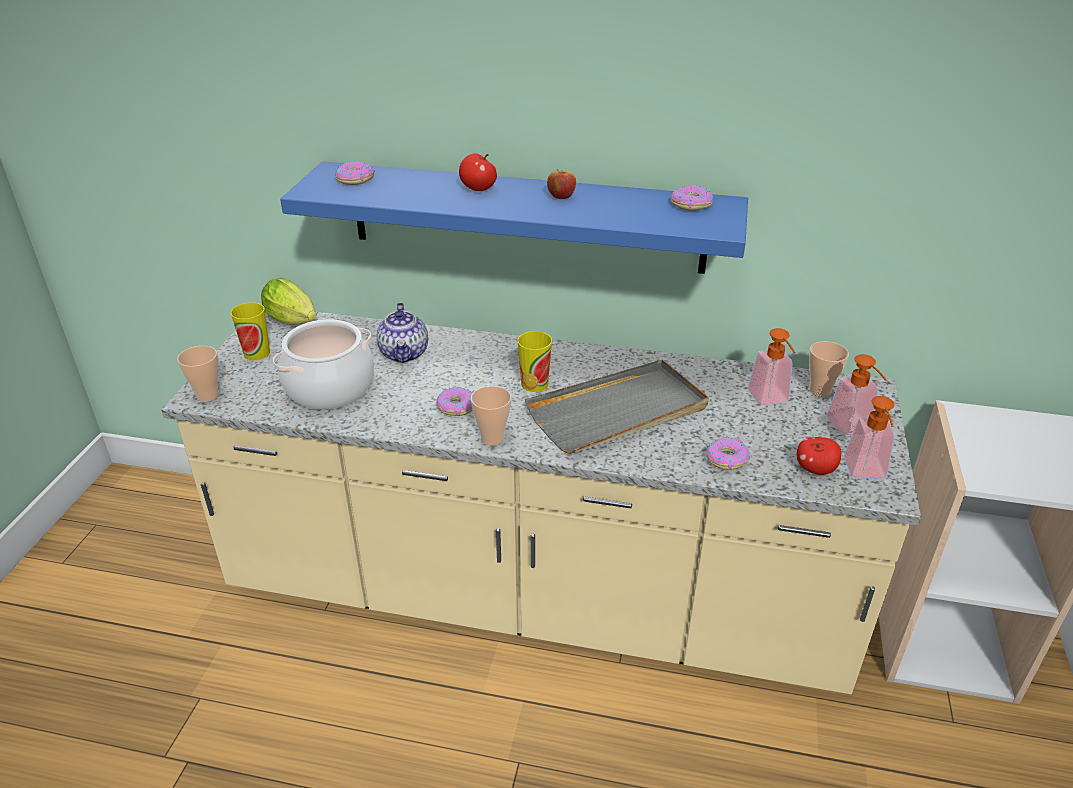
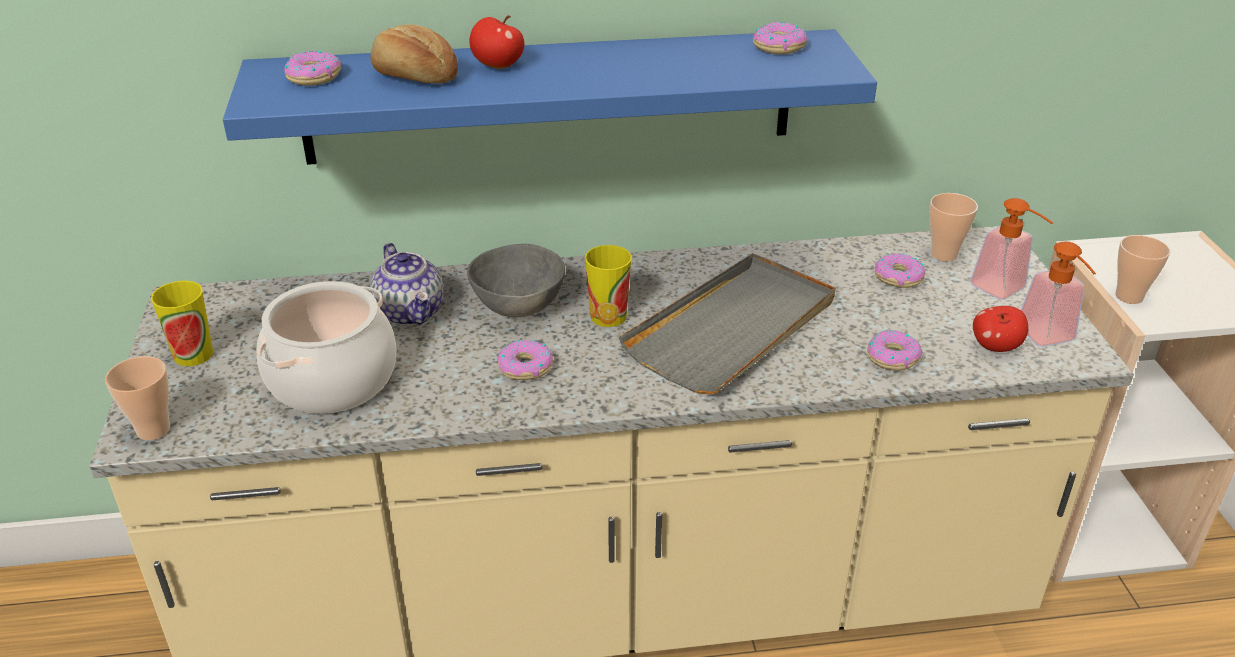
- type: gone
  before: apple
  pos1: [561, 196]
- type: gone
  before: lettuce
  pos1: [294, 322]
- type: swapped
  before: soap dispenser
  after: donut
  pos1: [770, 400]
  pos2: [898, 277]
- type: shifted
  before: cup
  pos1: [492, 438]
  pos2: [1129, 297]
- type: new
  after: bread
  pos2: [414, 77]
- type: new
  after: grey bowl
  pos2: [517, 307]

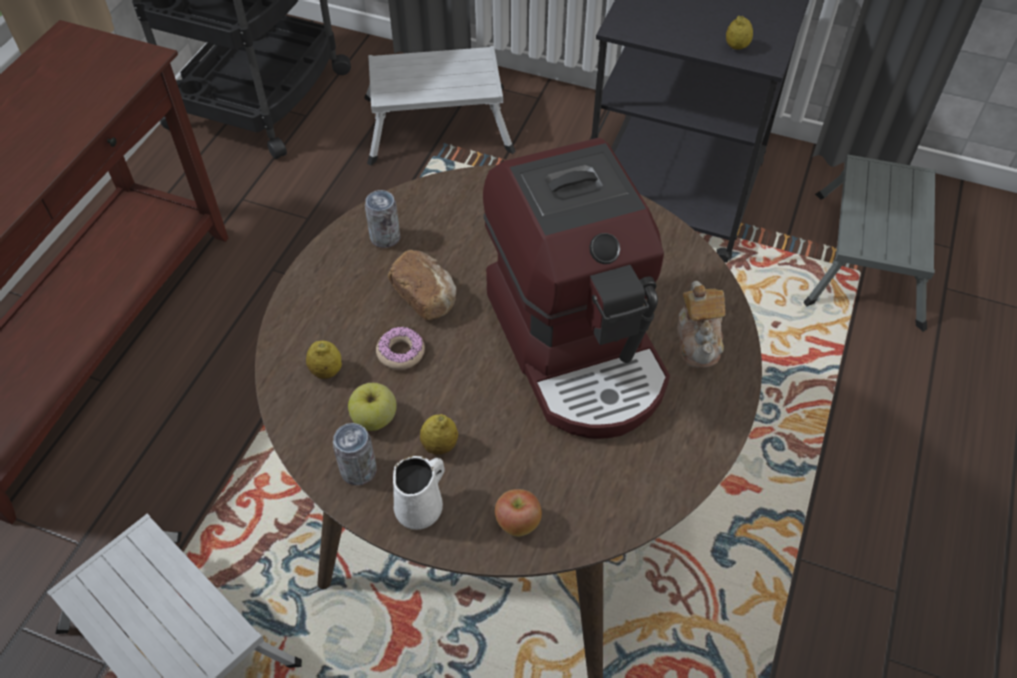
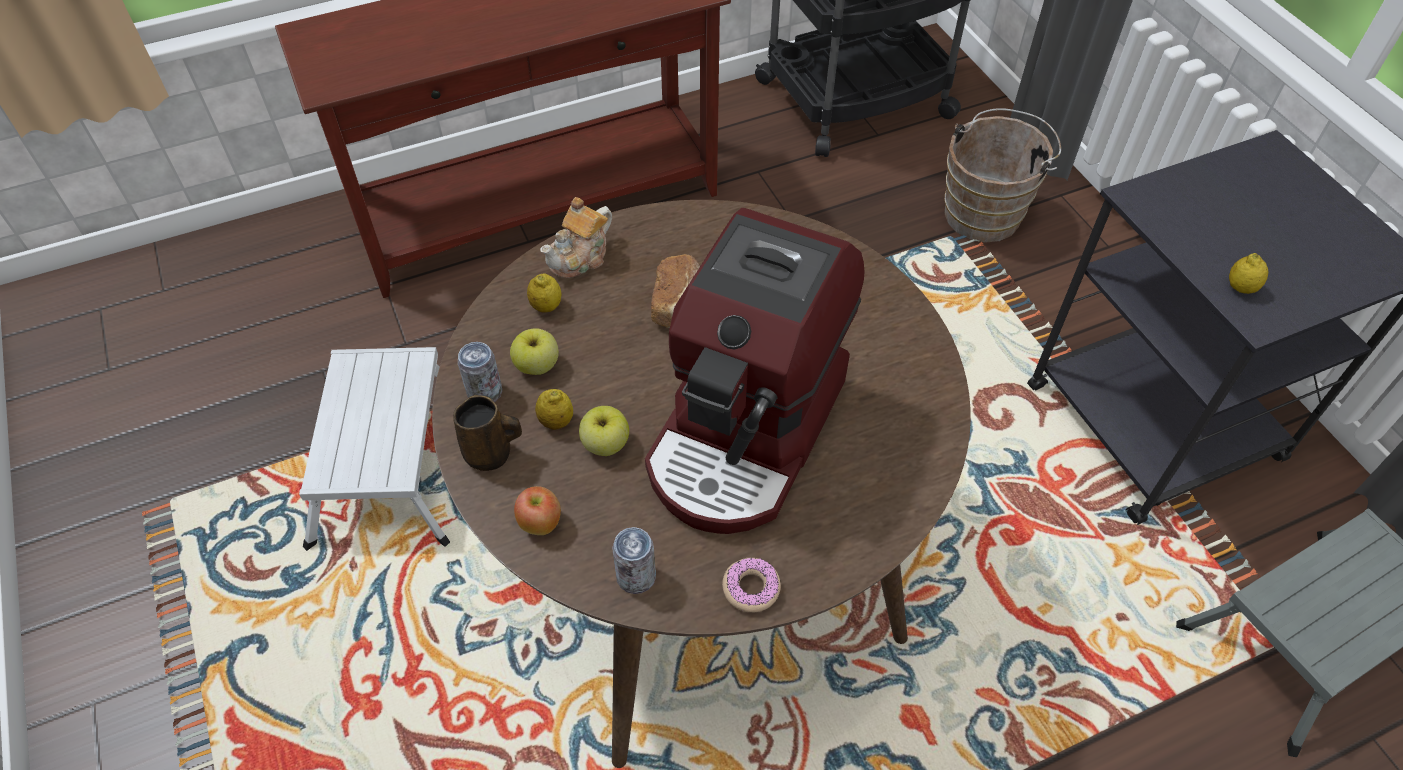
- type: swapped
  before: white step ladder
  after: brown bucket
  pos1: [439, 124]
  pos2: [986, 212]
- type: shifted
  before: can
  pos1: [385, 238]
  pos2: [636, 577]
- type: shifted
  before: teapot
  pos1: [699, 340]
  pos2: [580, 258]
- type: shifted
  before: donut
  pos1: [401, 352]
  pos2: [751, 588]
- type: repainted
  before: white mug
  after: brown mug
  pos1: [421, 509]
  pos2: [491, 454]
- type: new
  after: apple
  pos2: [605, 444]

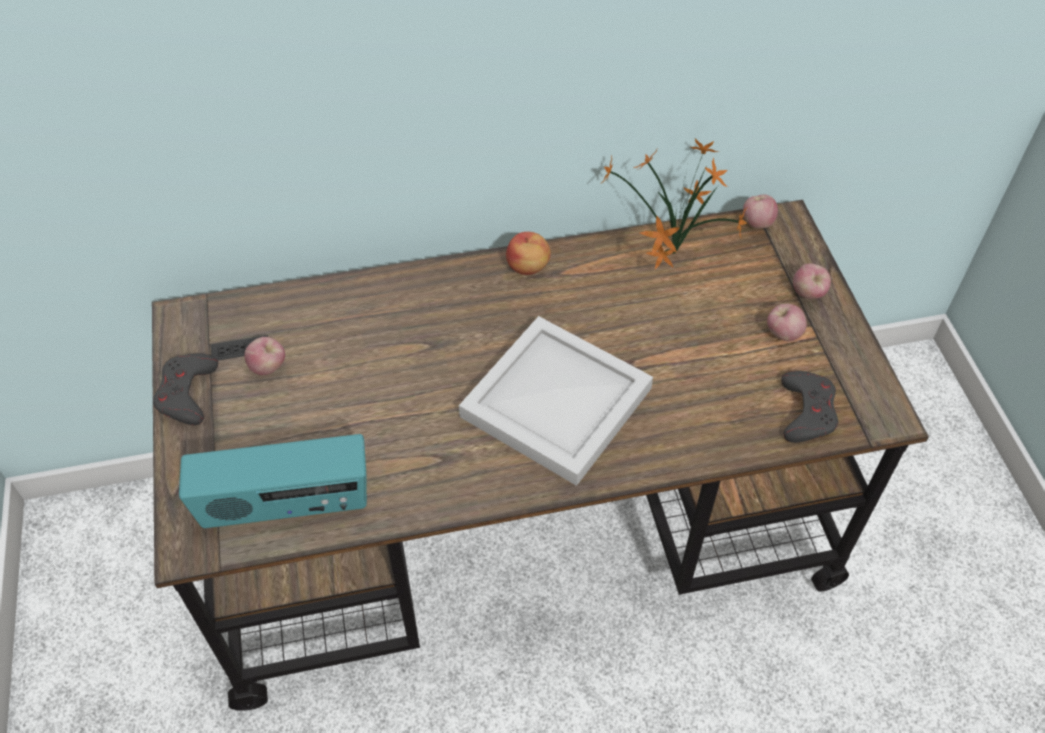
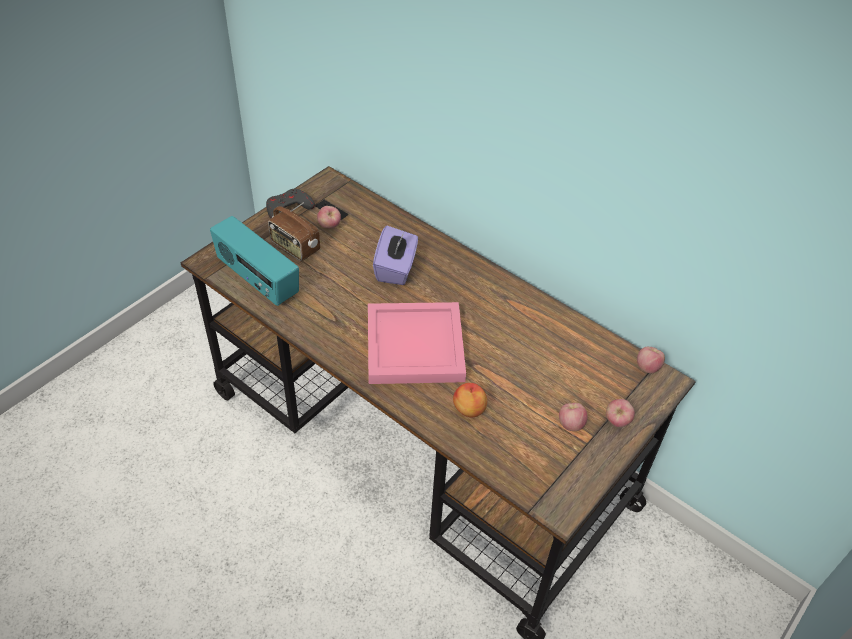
- type: gone
  before: potted plant
  pos1: [671, 256]
- type: shifted
  before: apple
  pos1: [528, 267]
  pos2: [468, 410]
- type: repainted
  before: white tray
  after: pink tray
  pos1: [555, 400]
  pos2: [416, 345]
- type: gone
  before: grey game controller
  pos1: [807, 411]
- type: new
  after: radio
  pos2: [294, 247]
- type: new
  after: purple tissue box
  pos2: [396, 268]

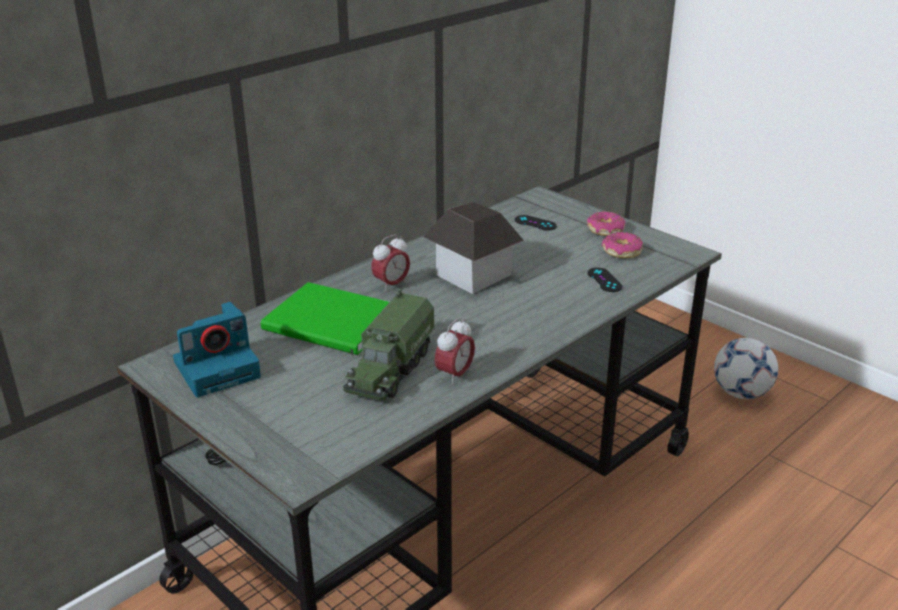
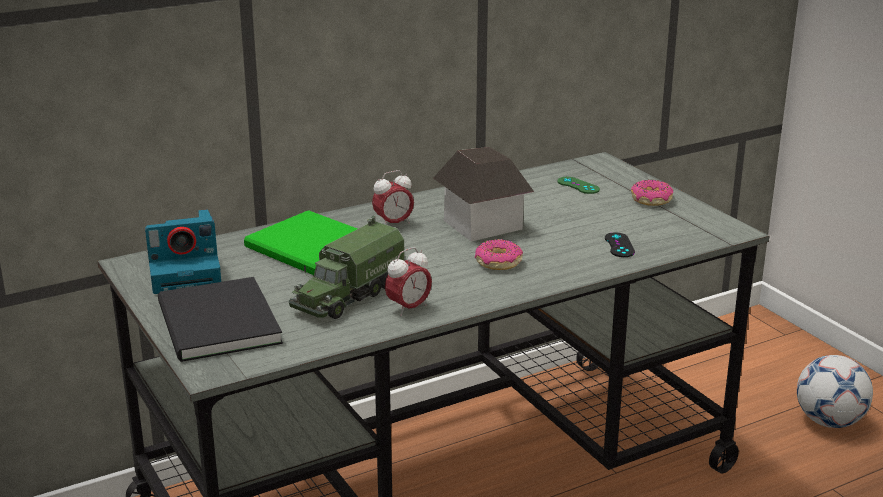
- type: repainted
  before: black game controller
  after: green game controller
  pos1: [535, 223]
  pos2: [578, 185]
- type: shifted
  before: donut
  pos1: [621, 252]
  pos2: [498, 262]
- type: new
  after: black book
  pos2: [216, 325]

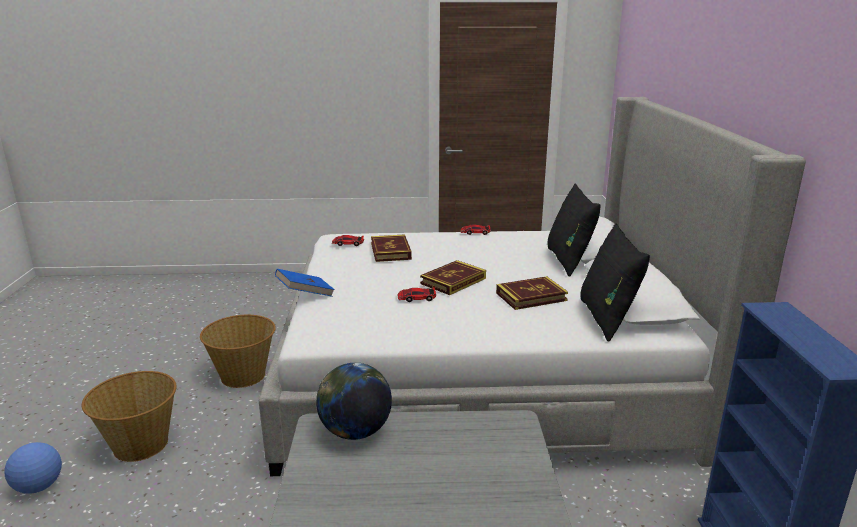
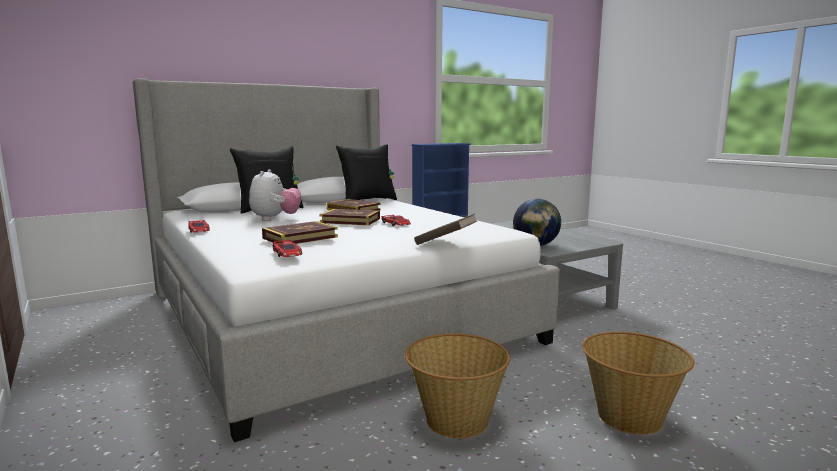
- type: repainted
  before: blue book
  after: brown book
  pos1: [305, 294]
  pos2: [445, 243]
- type: gone
  before: football
  pos1: [39, 486]
- type: new
  after: plush toy
  pos2: [275, 219]

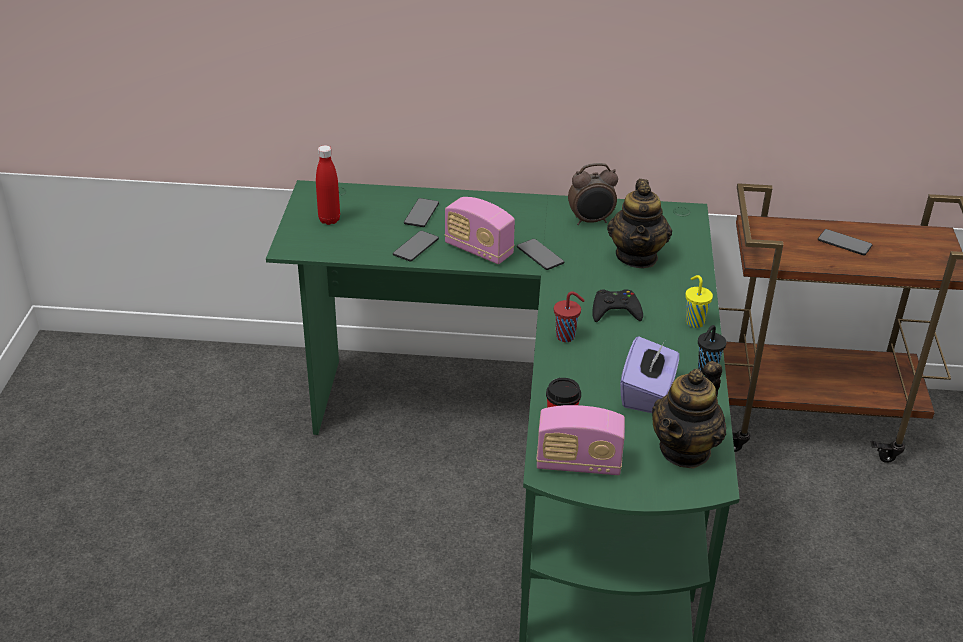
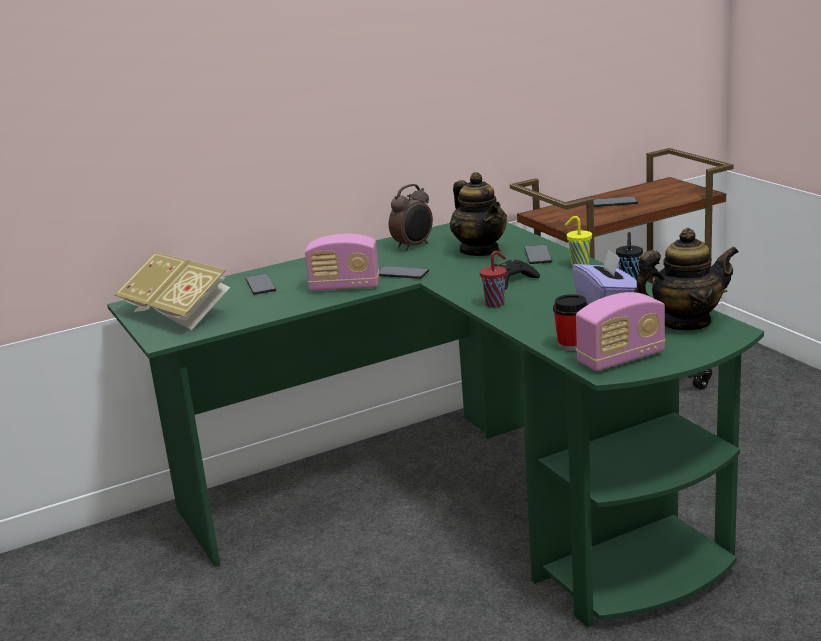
- type: swapped
  before: red bottle
  after: book
  pos1: [329, 220]
  pos2: [177, 314]
- type: shifted
  before: phone
  pos1: [416, 247]
  pos2: [538, 255]
- type: rotated
  before: teapot
  pos1: [685, 450]
  pos2: [685, 323]
  turn: -105

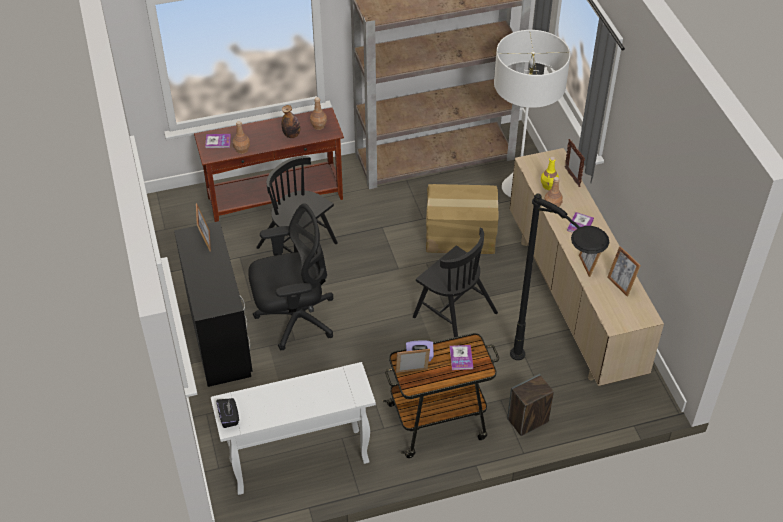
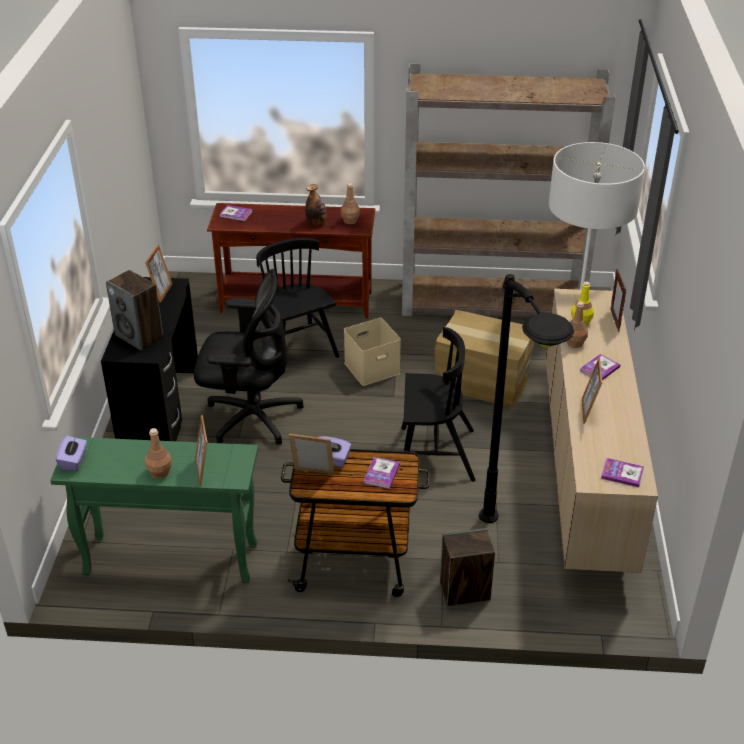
- type: shifted
  before: brown bottle
  pos1: [241, 150]
  pos2: [159, 472]
- type: rotated
  before: black chair
  pos1: [451, 312]
  pos2: [431, 453]
  turn: -60
- type: shifted
  before: picture frame
  pos1: [620, 285]
  pos2: [203, 471]
- type: repainted
  before: white console table
  after: green console table
  pos1: [298, 462]
  pos2: [169, 560]
- type: repainted
  before: black tissue box
  after: purple tissue box
  pos1: [229, 417]
  pos2: [74, 461]
- type: new
  after: speaker
  pos2: [139, 336]
- type: new
  after: beige storage box
  pos2: [371, 369]
- type: new
  after: book
  pos2: [622, 473]

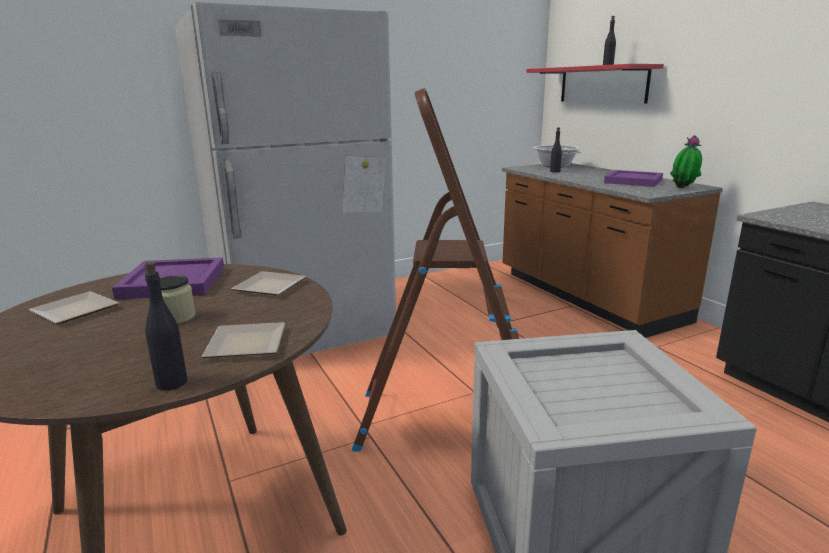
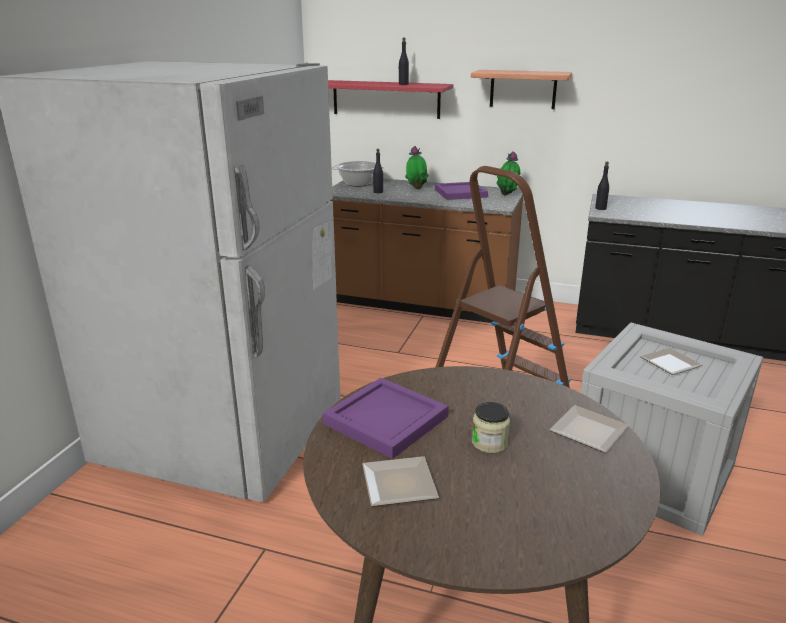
- type: shifted
  before: black bottle
  pos1: [172, 382]
  pos2: [600, 208]
- type: shifted
  before: plate
  pos1: [270, 288]
  pos2: [672, 364]
- type: new
  after: shelf
  pos2: [523, 89]
- type: new
  after: potted plant
  pos2: [416, 188]

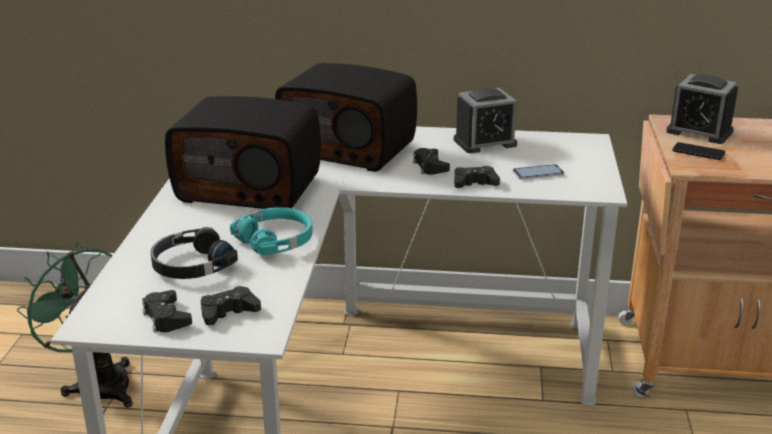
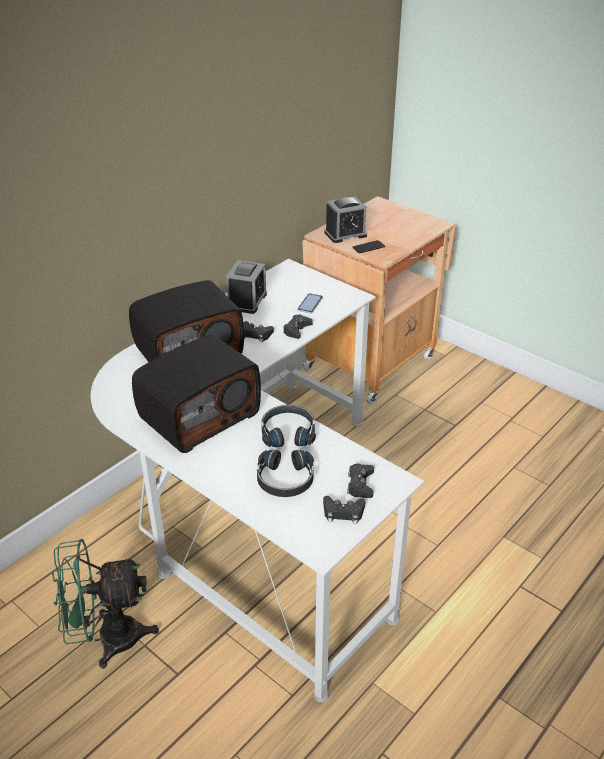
- type: repainted
  before: turquoise headphones
  after: black headphones
  pos1: [276, 240]
  pos2: [288, 432]

